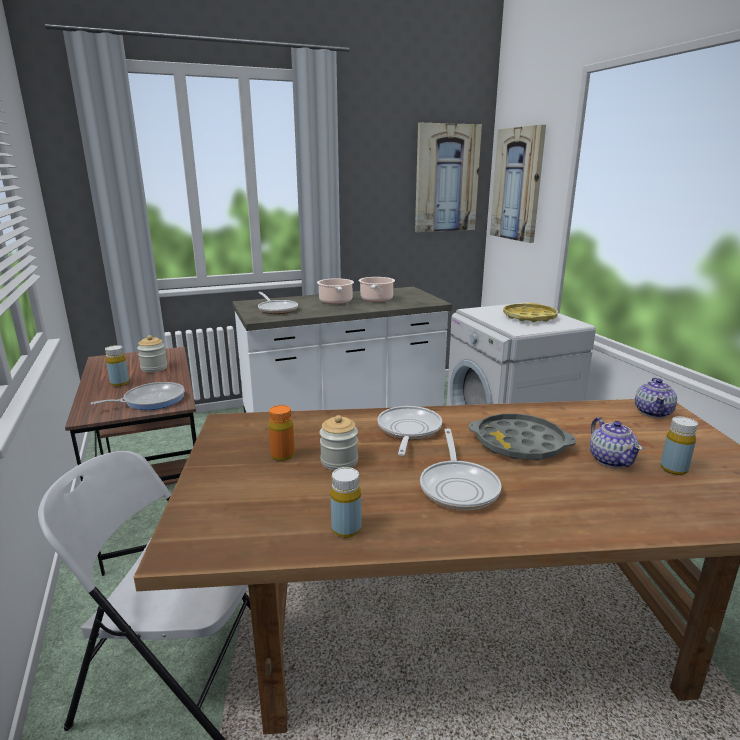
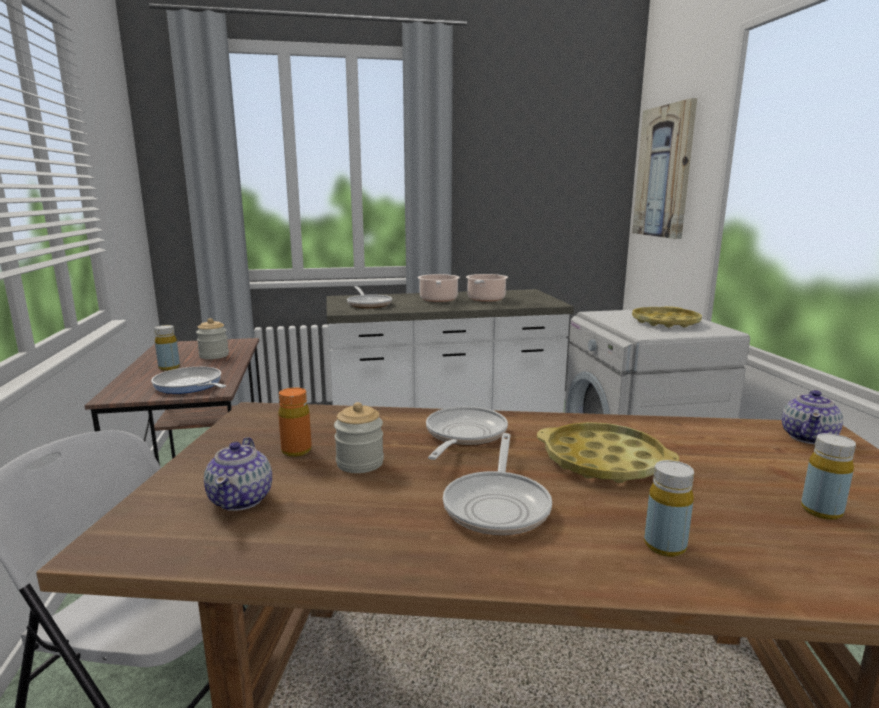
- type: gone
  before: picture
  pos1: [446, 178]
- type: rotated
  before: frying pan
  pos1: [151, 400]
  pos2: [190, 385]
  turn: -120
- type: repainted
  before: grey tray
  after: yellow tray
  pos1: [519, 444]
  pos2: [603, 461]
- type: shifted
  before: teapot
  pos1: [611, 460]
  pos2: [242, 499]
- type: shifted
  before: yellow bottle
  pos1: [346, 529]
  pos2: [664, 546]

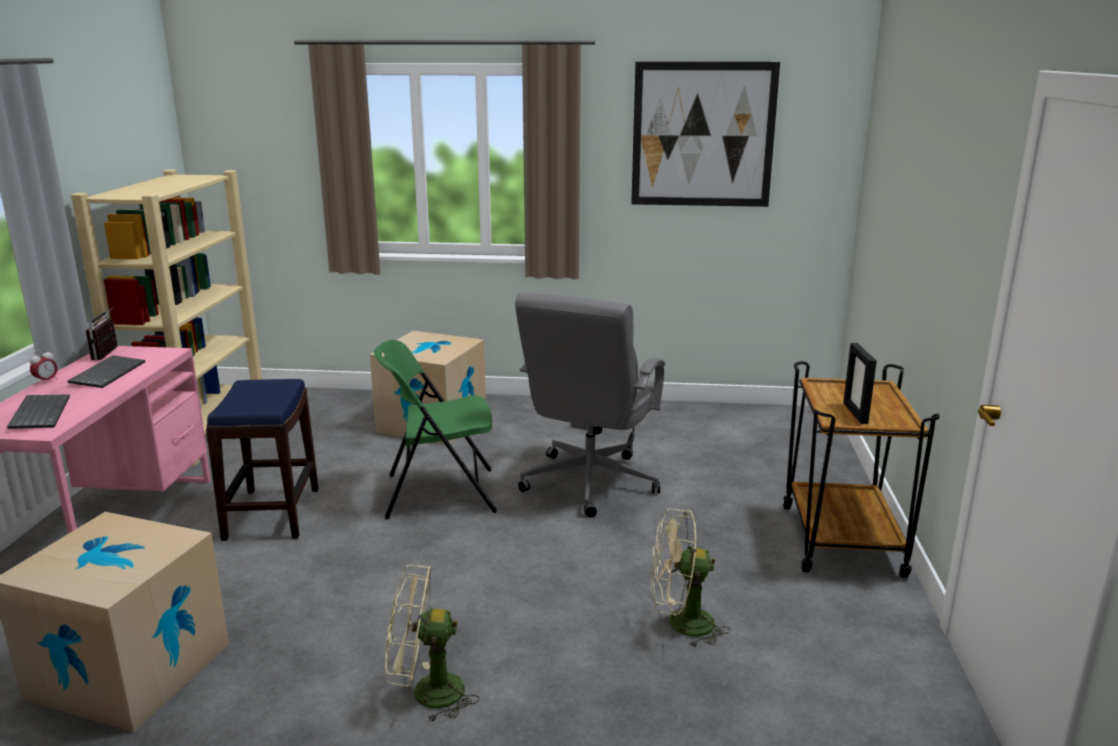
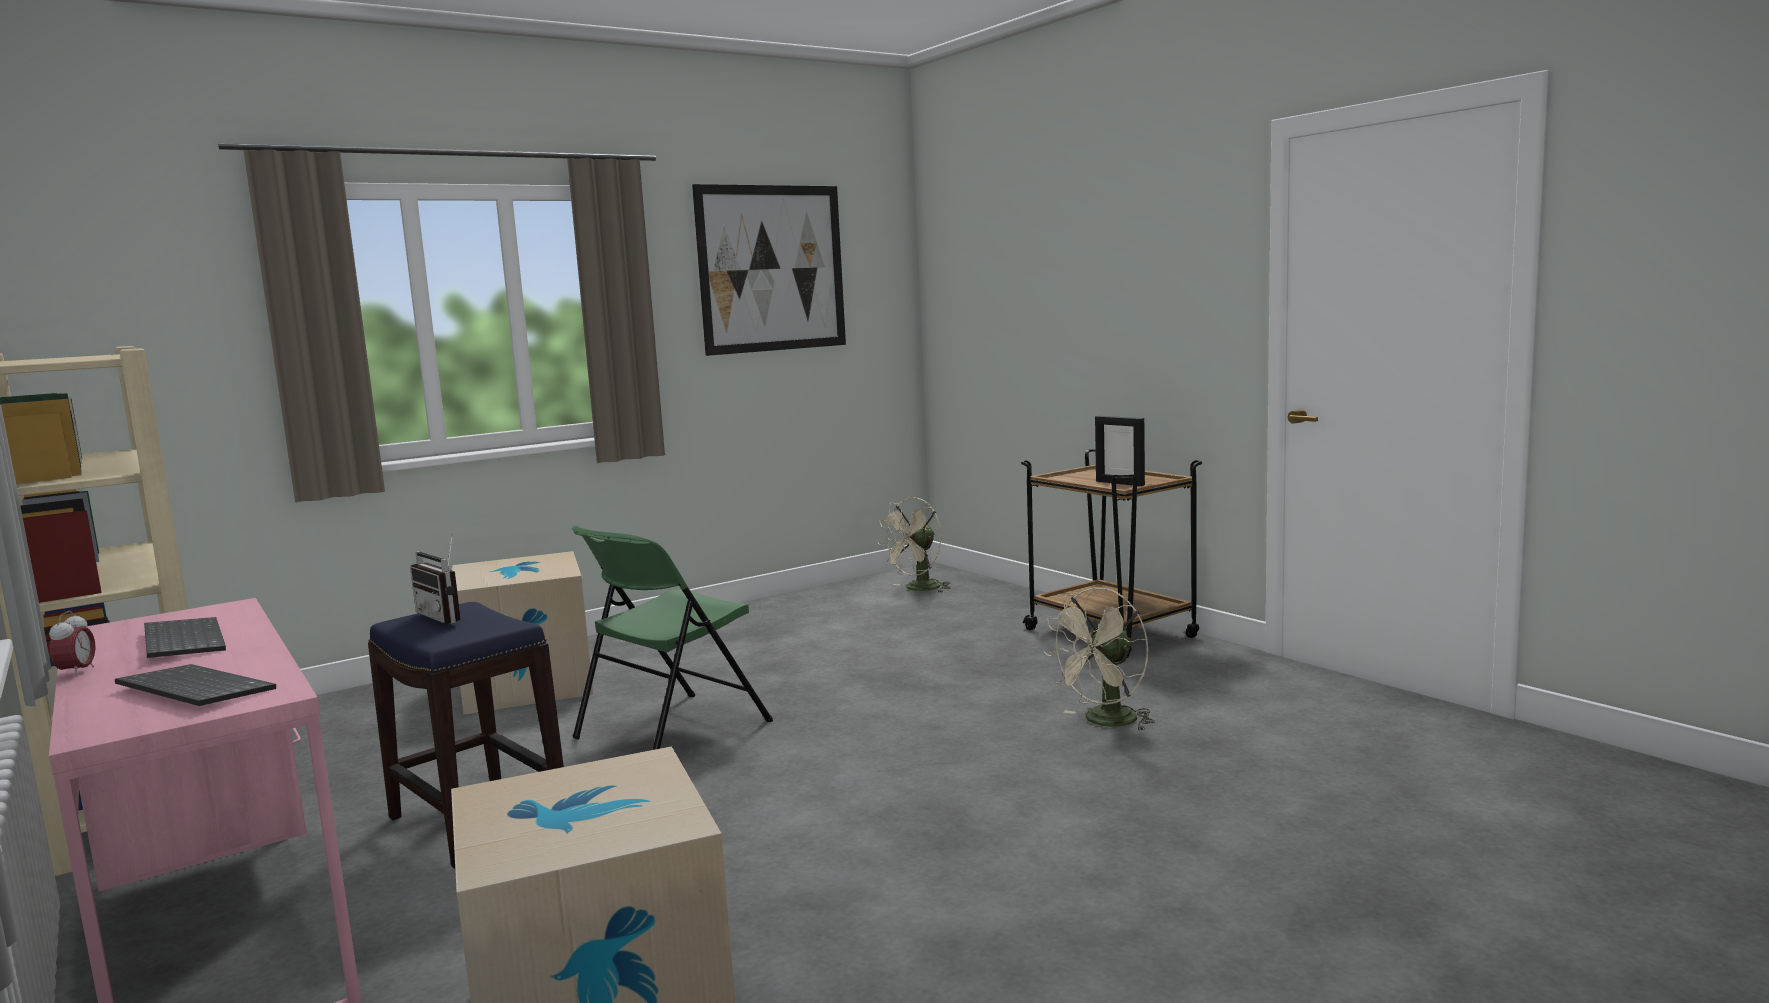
- type: gone
  before: grey office chair
  pos1: [590, 481]
- type: shifted
  before: radio
  pos1: [110, 354]
  pos2: [447, 616]
- type: shifted
  before: beige fan
  pos1: [426, 693]
  pos2: [918, 589]

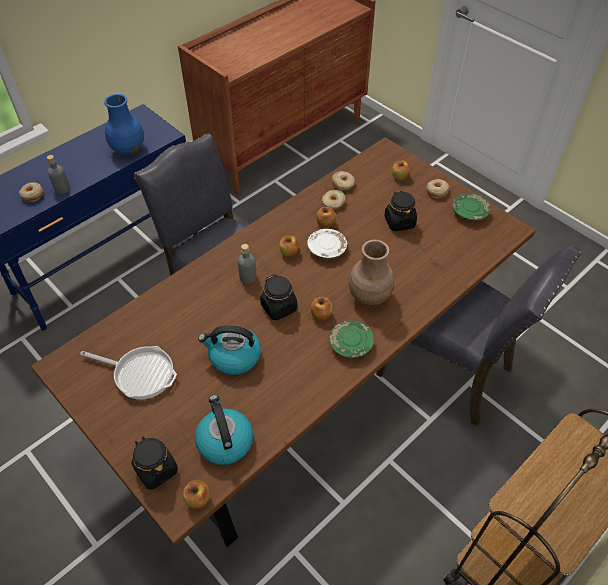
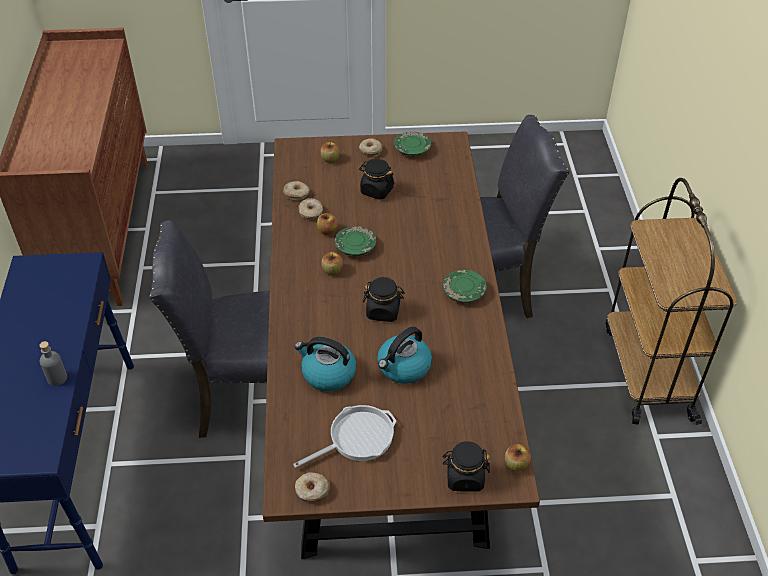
- type: gone
  before: blue vase
  pos1: [128, 150]
- type: shifted
  before: donut
  pos1: [32, 195]
  pos2: [312, 491]
- type: repainted
  before: white plate
  after: green plate
  pos1: [327, 249]
  pos2: [355, 247]
- type: gone
  before: brown vase
  pos1: [369, 296]
- type: gone
  before: grey bottle
  pos1: [248, 277]
- type: gone
  before: apple
  pos1: [321, 314]
- type: shifted
  before: kettle
  pos1: [224, 441]
  pos2: [327, 374]

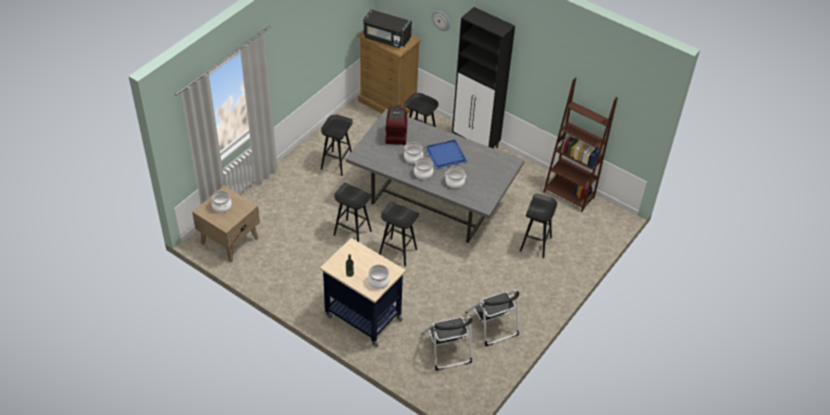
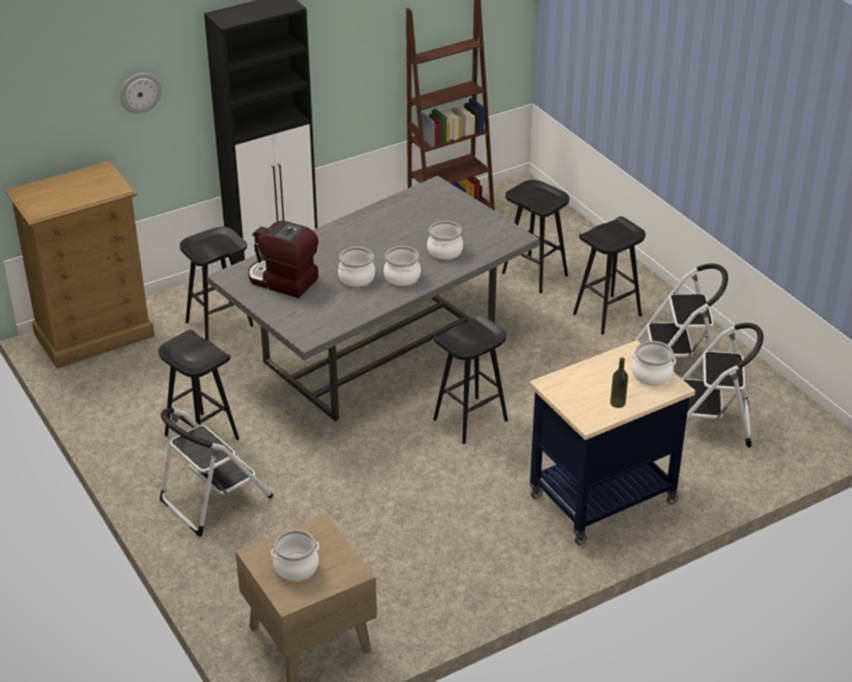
- type: gone
  before: black microwave
  pos1: [386, 38]
- type: gone
  before: blue tray
  pos1: [446, 155]
- type: shifted
  before: black stool
  pos1: [352, 233]
  pos2: [607, 315]
- type: new
  after: step ladder
  pos2: [212, 499]

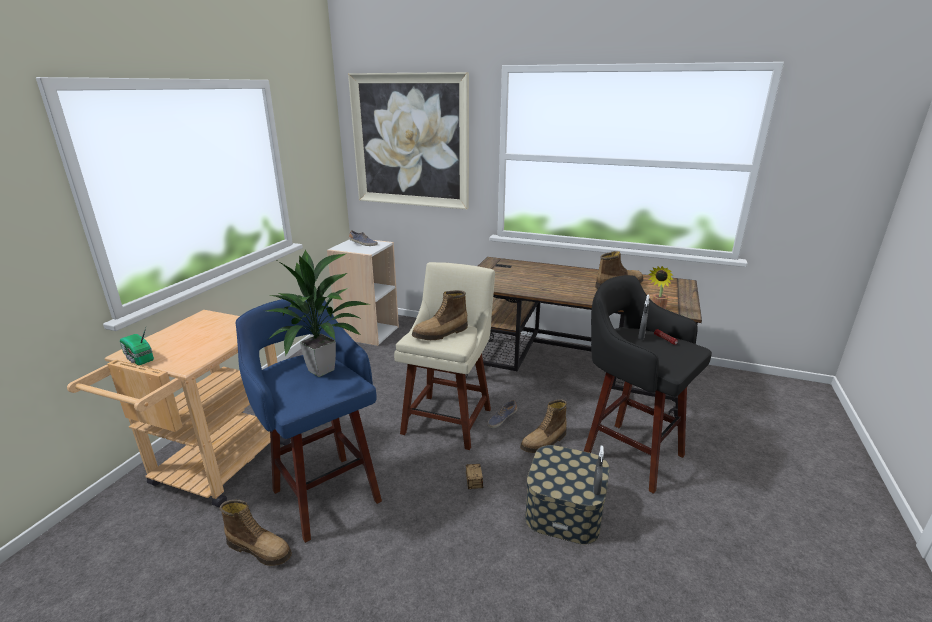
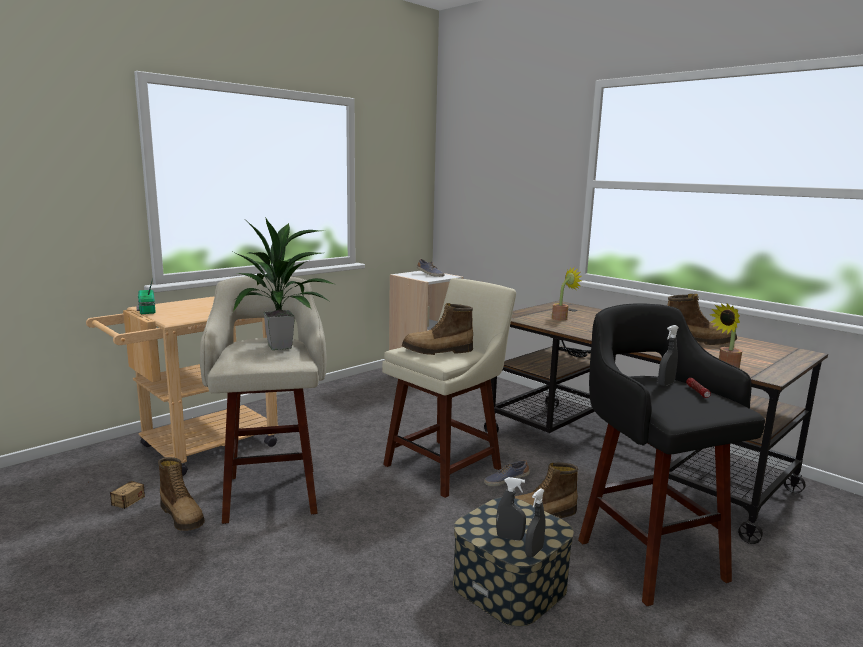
- type: gone
  before: picture
  pos1: [410, 141]
- type: repainted
  before: blue stool
  after: beige stool
  pos1: [324, 493]
  pos2: [272, 491]
- type: shifted
  before: storage box
  pos1: [476, 492]
  pos2: [114, 510]
- type: new
  after: potted plant
  pos2: [562, 318]
- type: new
  after: grey spray bottle
  pos2: [509, 538]

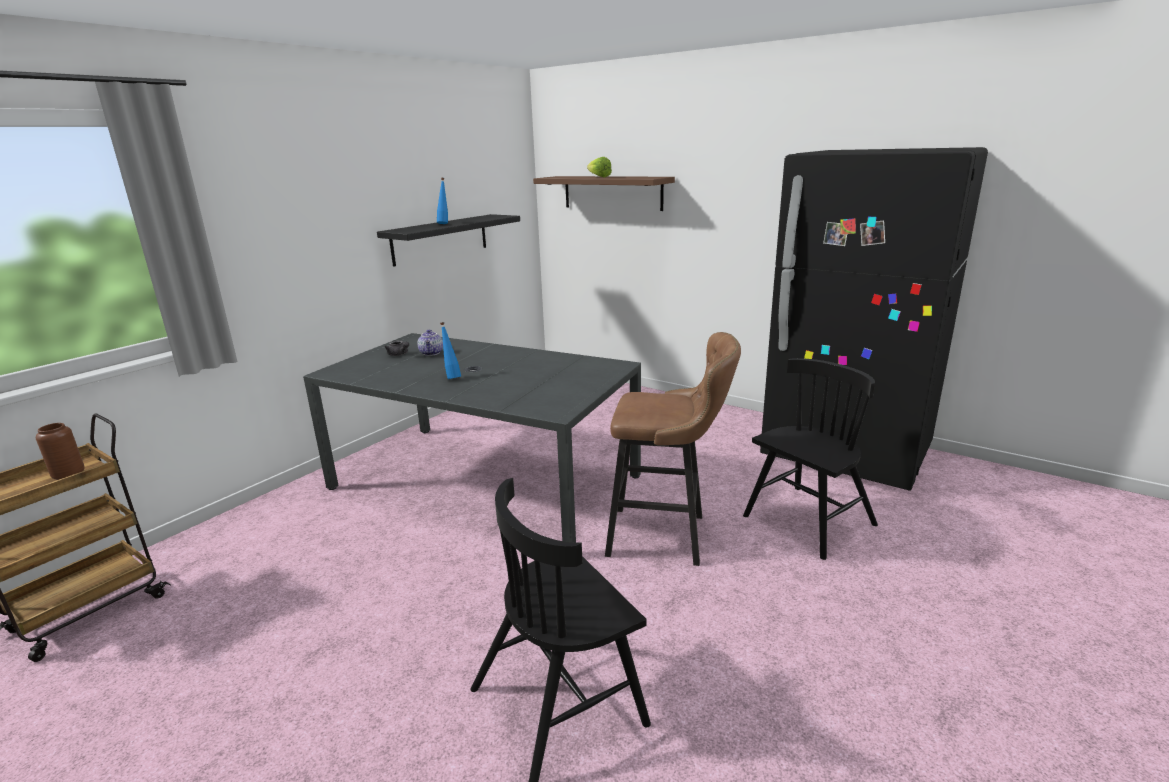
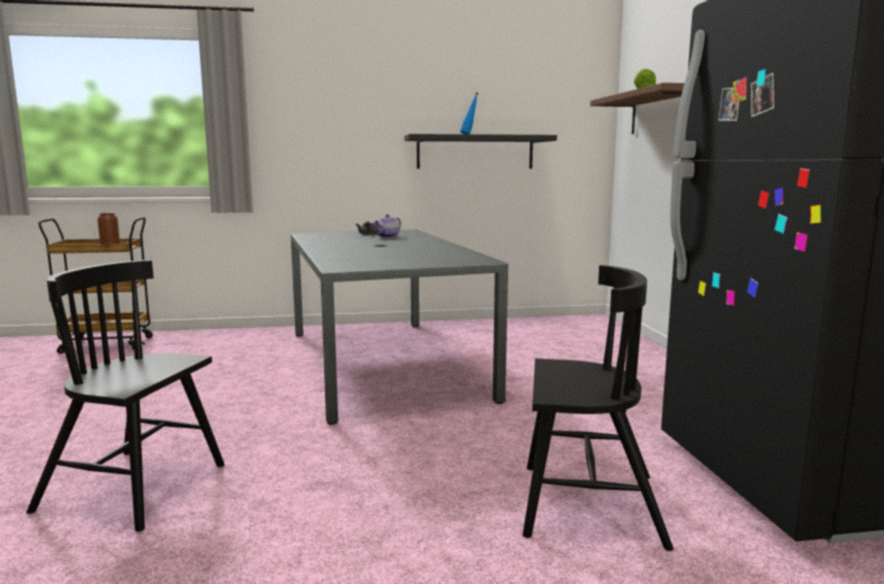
- type: gone
  before: blue bottle
  pos1: [452, 377]
- type: gone
  before: brown stool
  pos1: [670, 536]

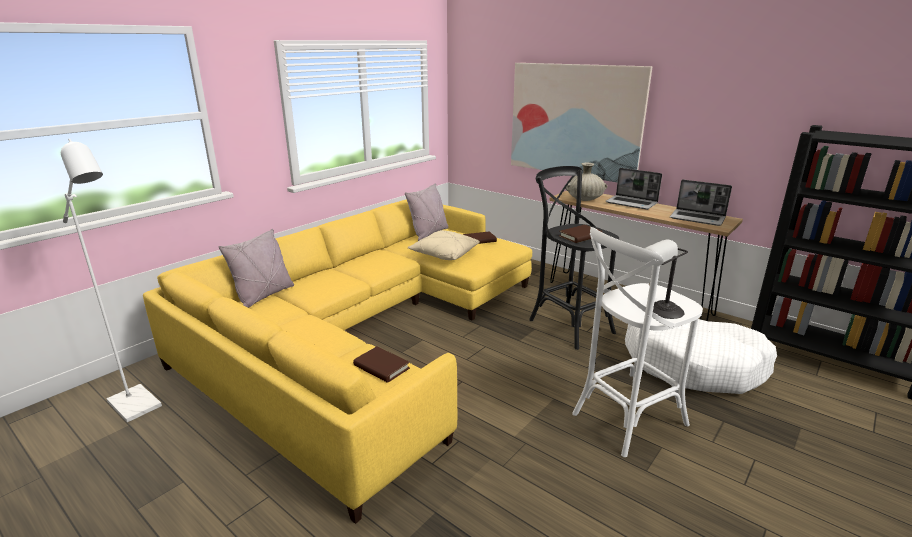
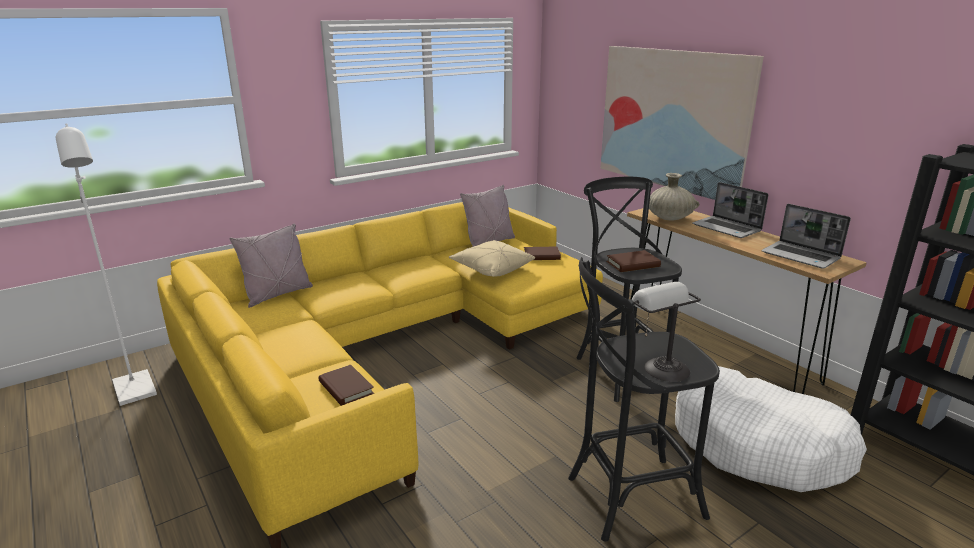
- type: repainted
  before: white stool
  after: black stool
  pos1: [625, 420]
  pos2: [628, 498]

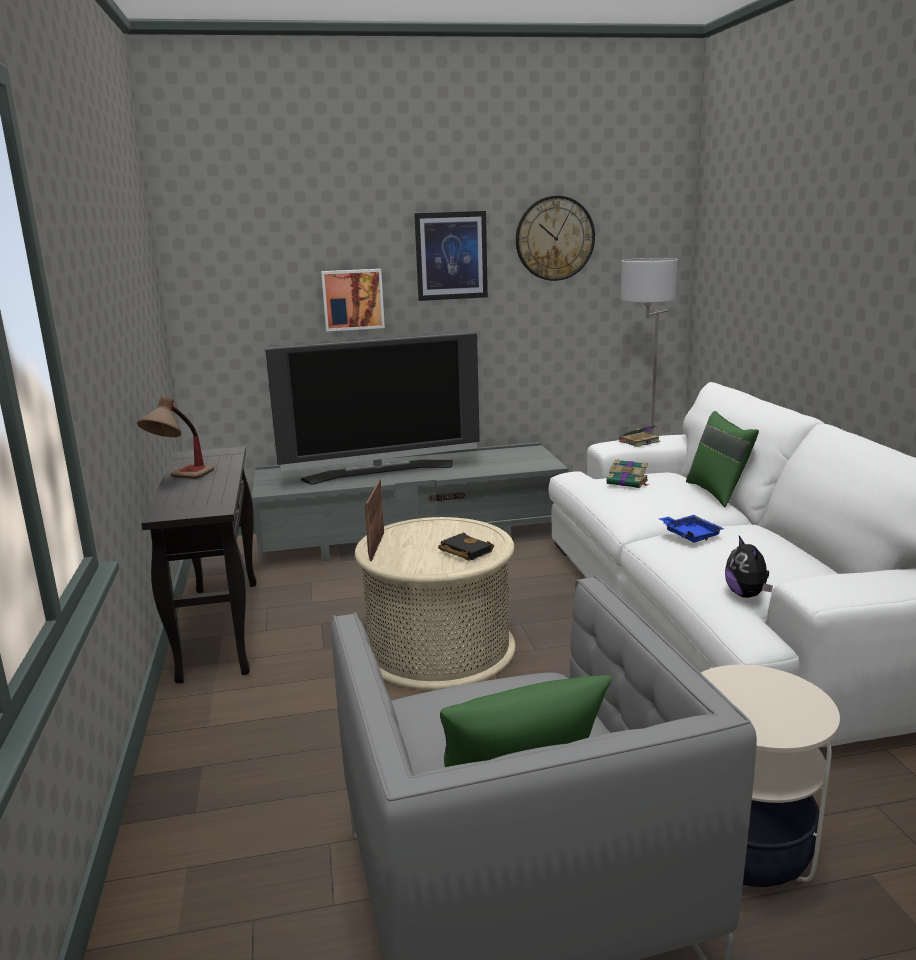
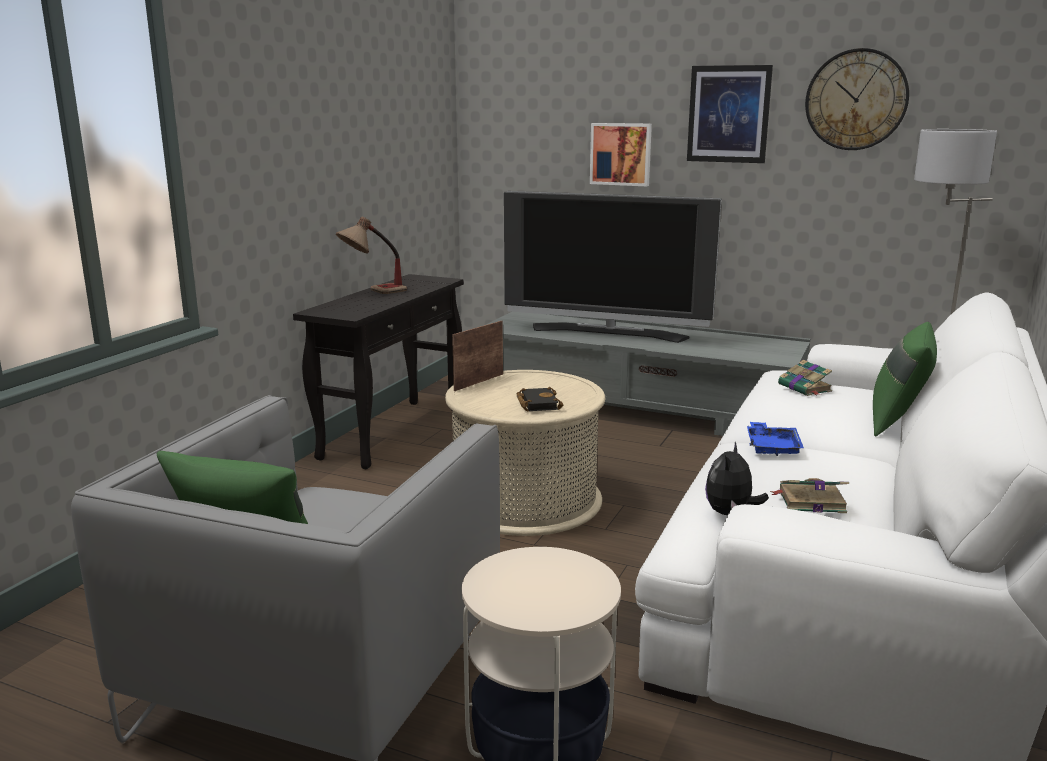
- type: shifted
  before: book
  pos1: [638, 441]
  pos2: [810, 502]

